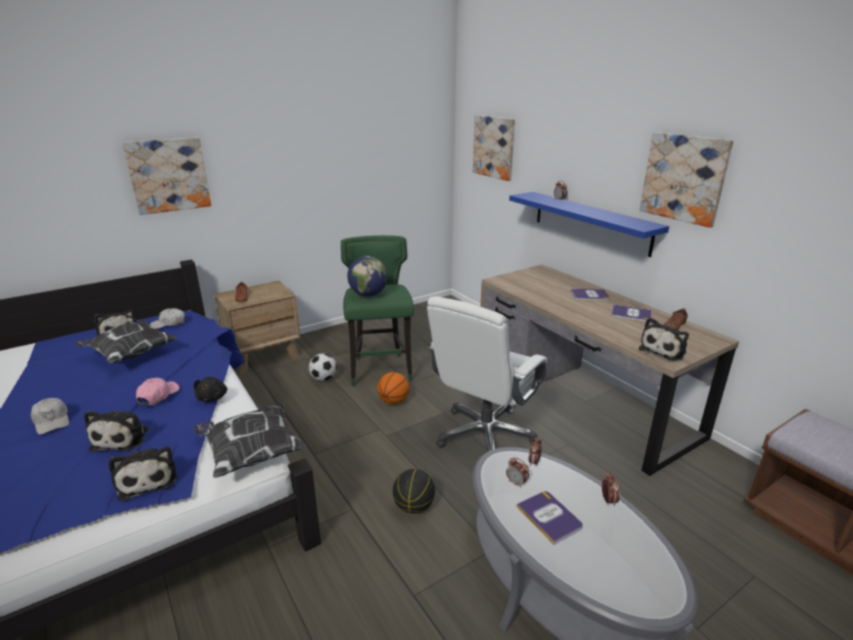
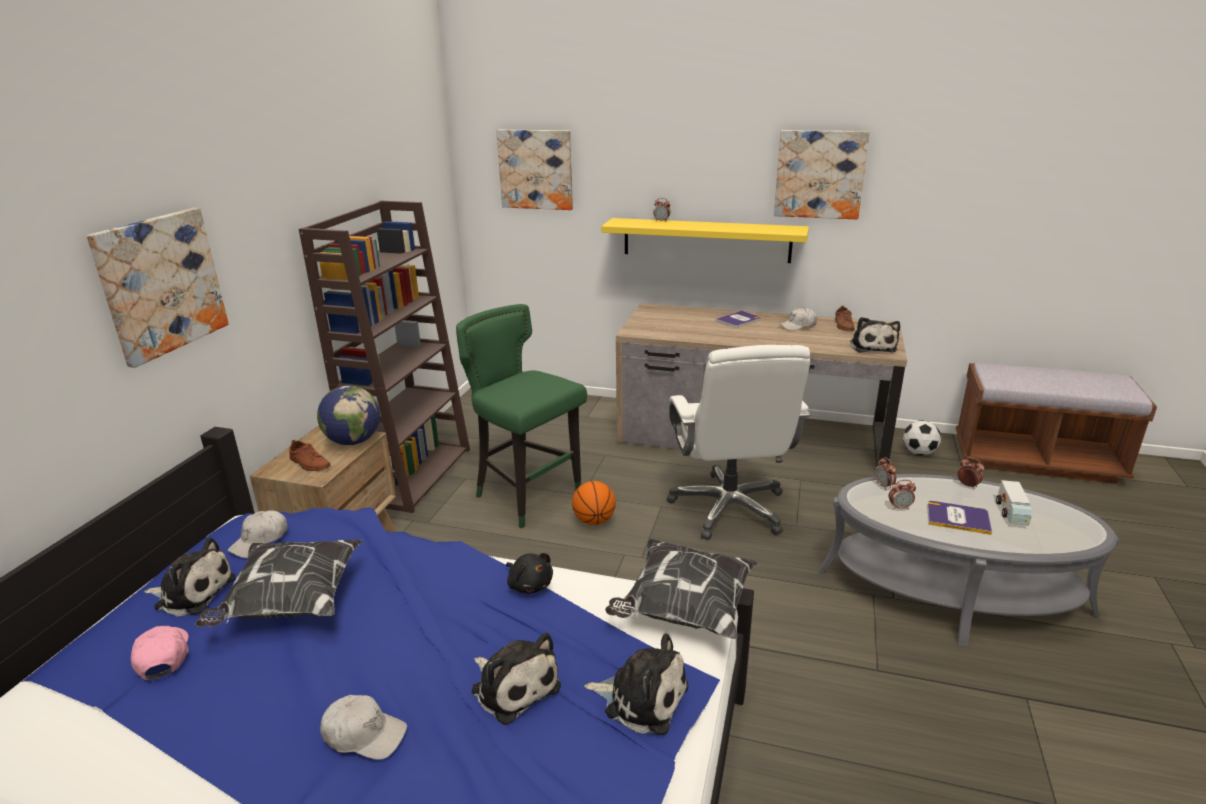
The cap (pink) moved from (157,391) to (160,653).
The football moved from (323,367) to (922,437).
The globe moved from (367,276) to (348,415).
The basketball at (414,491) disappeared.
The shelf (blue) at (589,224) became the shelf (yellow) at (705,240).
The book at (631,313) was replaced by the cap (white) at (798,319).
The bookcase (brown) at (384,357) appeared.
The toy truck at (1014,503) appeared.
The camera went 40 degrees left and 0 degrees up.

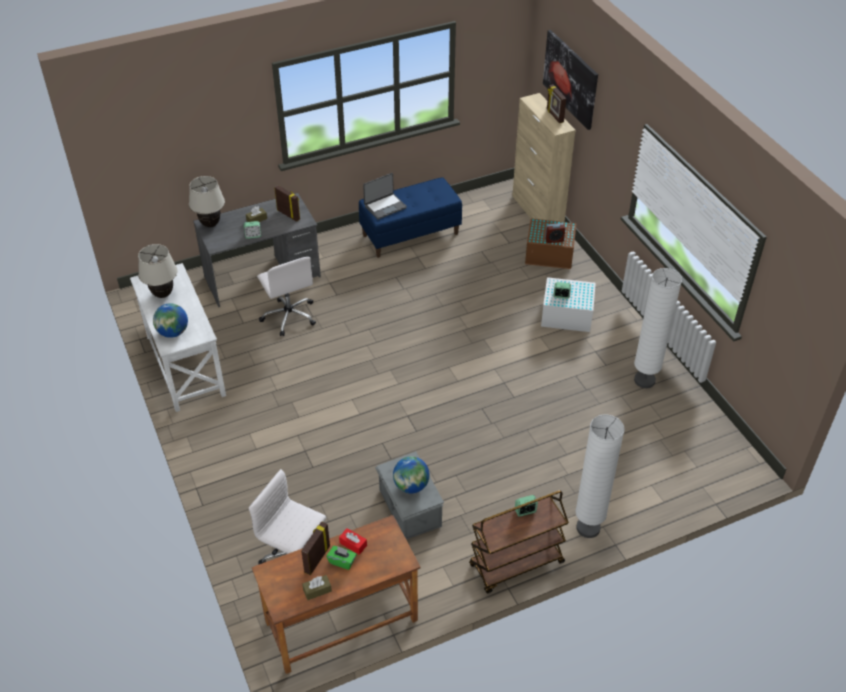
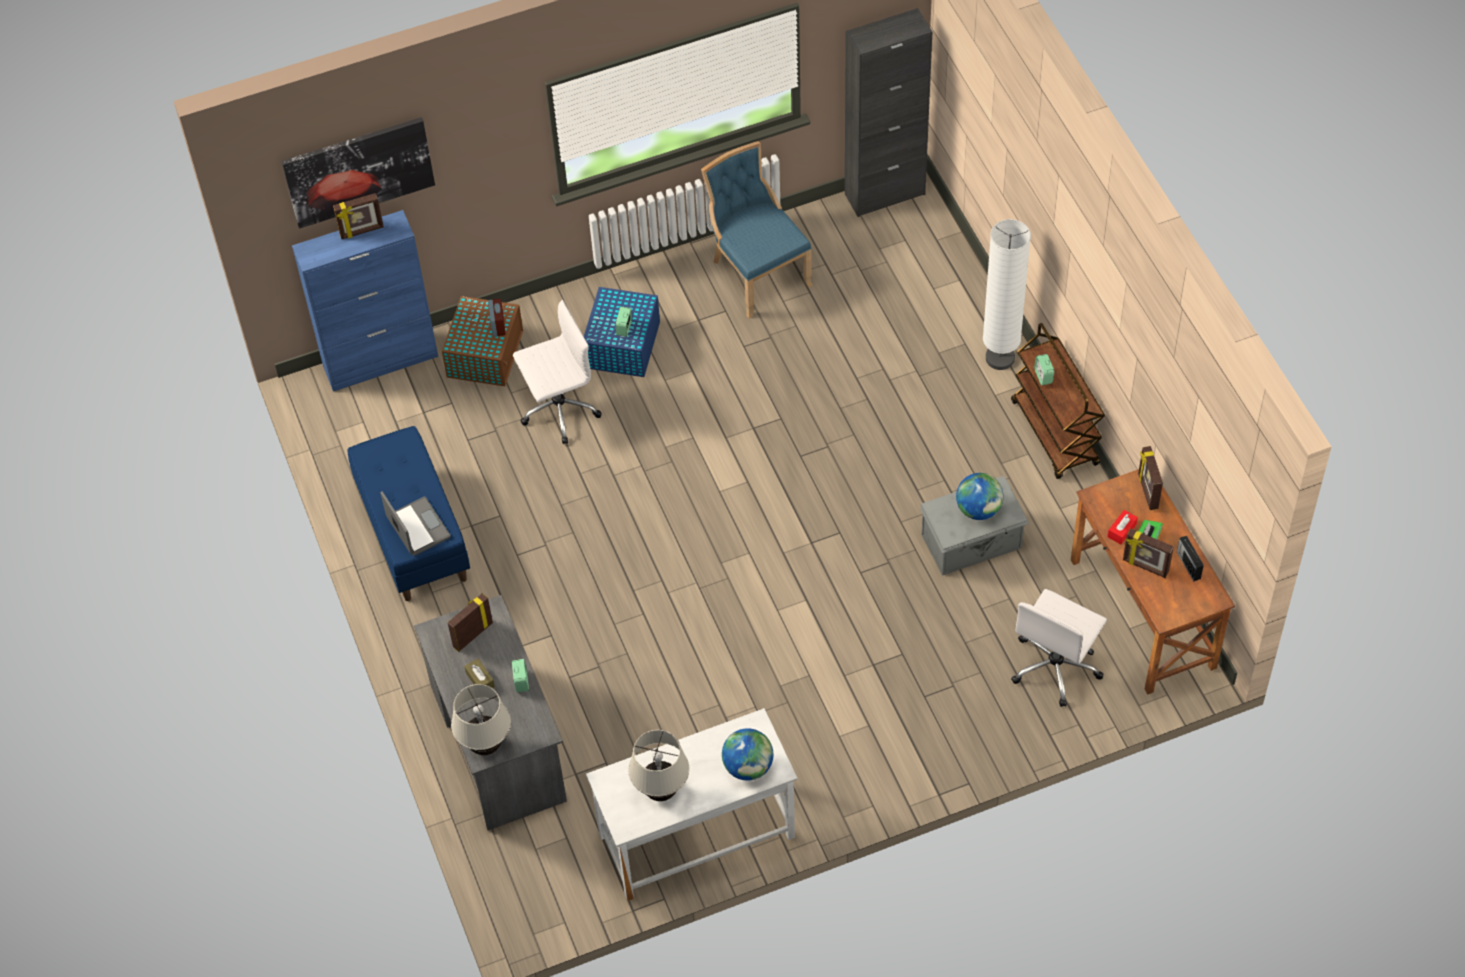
The office chair (white) moved from (286,296) to (557,372).
The tissue box (brown) at (317,587) was replaced by the radio at (1190,558).
The cabinet (beige) at (544,157) became the cabinet (blue) at (365,301).
The storage box (white) at (568,304) became the storage box (blue) at (622,332).
The floor lamp (white) at (658,328) was replaced by the chair (blue) at (757,229).
The cabinet (black) at (888,112) appeared.
The picture frame at (1150,478) appeared.
The camera went 85 degrees left and 10 degrees up.

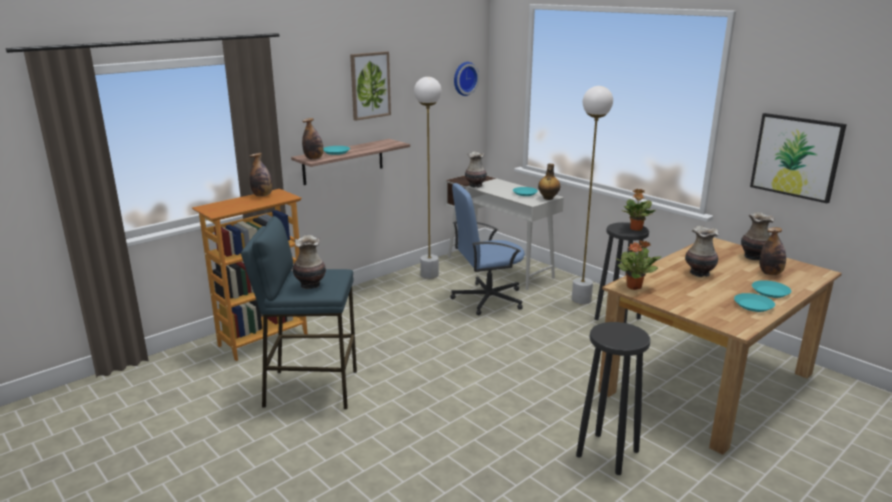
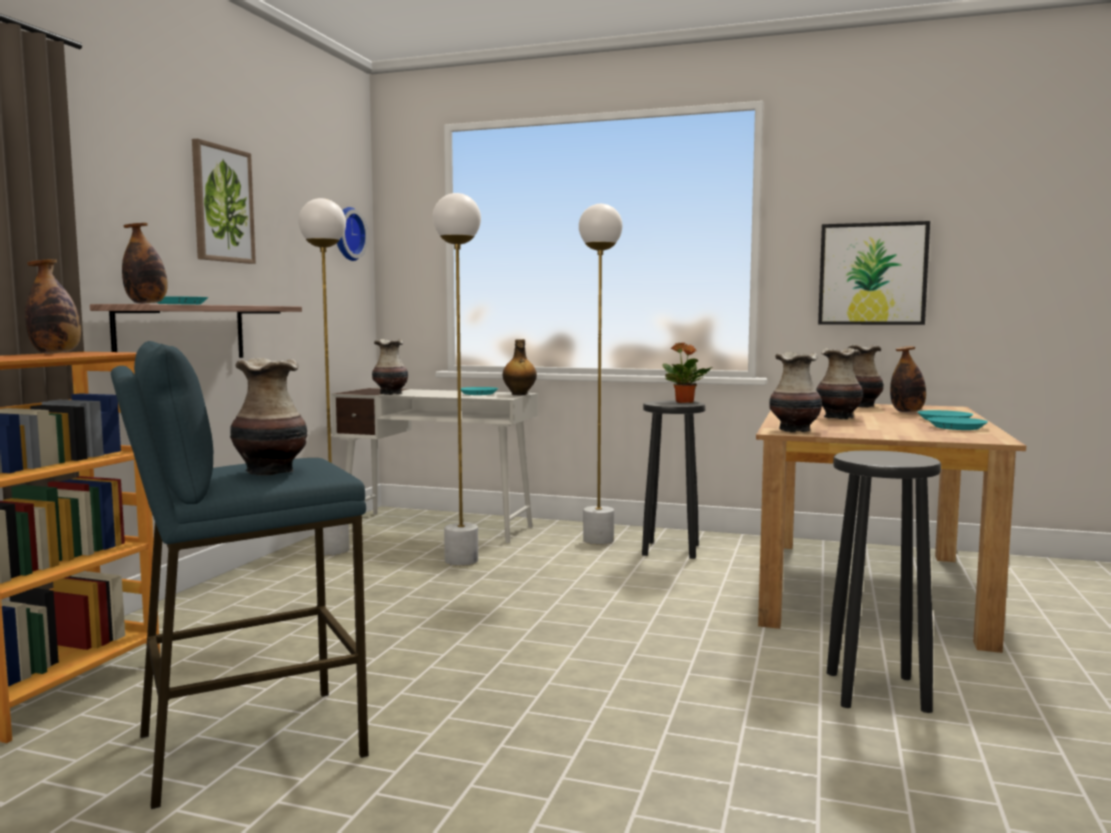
The office chair (blue) at (487,249) was replaced by the floor lamp (white) at (457,379).
The potted plant at (638,265) was replaced by the vase at (795,392).
The camera went 30 degrees left and 15 degrees down.

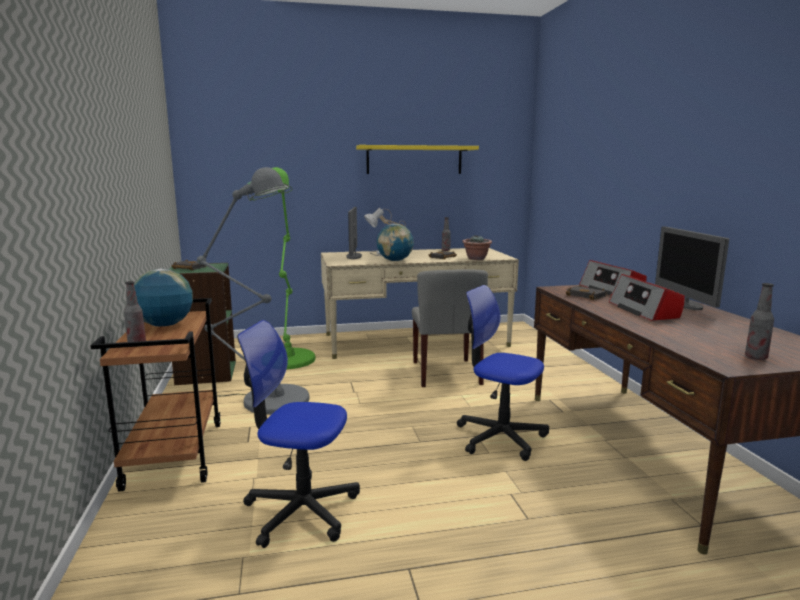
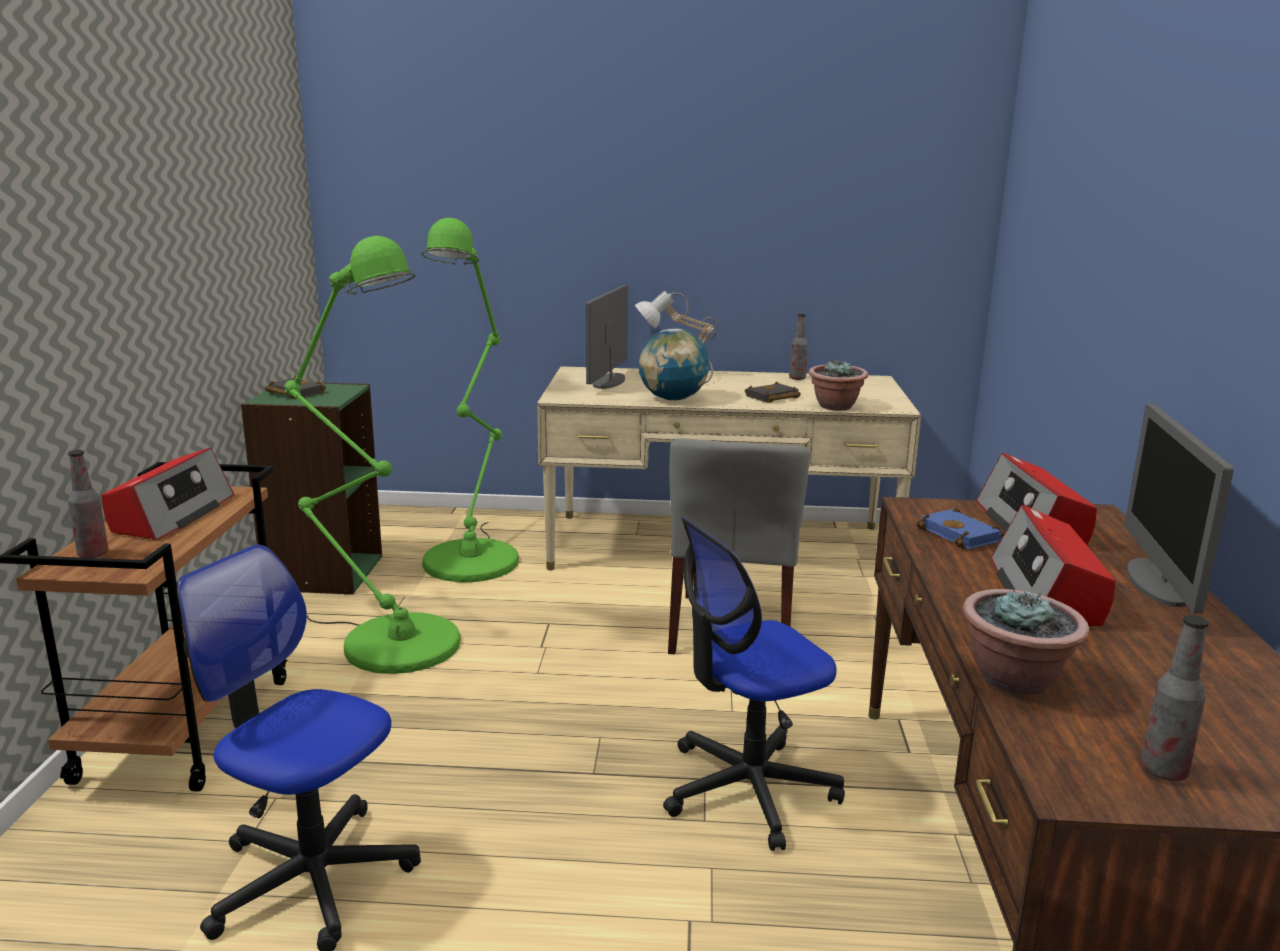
The globe at (163,297) was replaced by the radio at (167,494).
The floor lamp (grey) at (253,291) became the floor lamp (green) at (372,455).
The shelf (yellow) at (417,159) disappeared.
The office chair at (503,373) turned 75 degrees counterclockwise.
The book (black) at (586,292) became the book (blue) at (960,528).
The potted plant at (1025,642) appeared.
The camera went 15 degrees right and 5 degrees up.

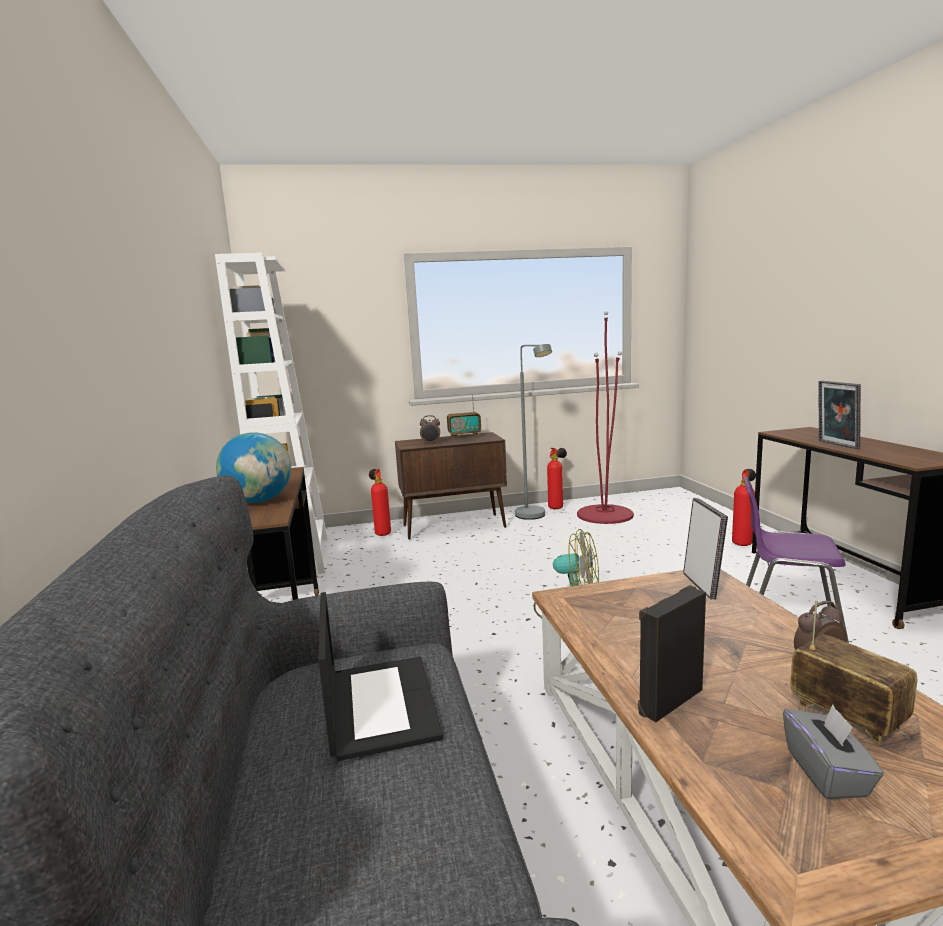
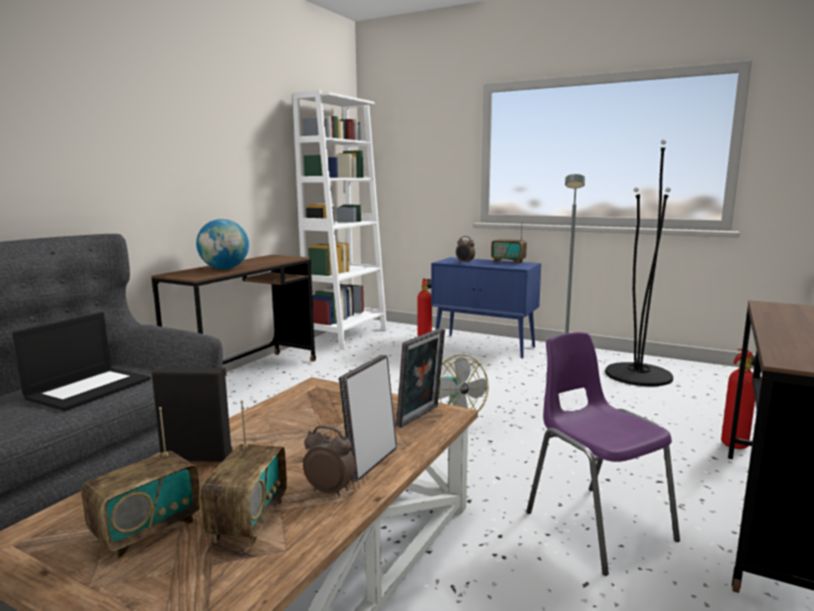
The cabinet (brown) at (451,486) became the cabinet (blue) at (486,308).
The fire extinguisher at (557,478) disappeared.
The floor lamp (red) at (605,417) became the floor lamp (black) at (639,263).
The tissue box (grey) at (833,751) was replaced by the radio at (140,483).
The picture frame moved from (839,415) to (368,418).
The camera went 40 degrees right and 0 degrees up.

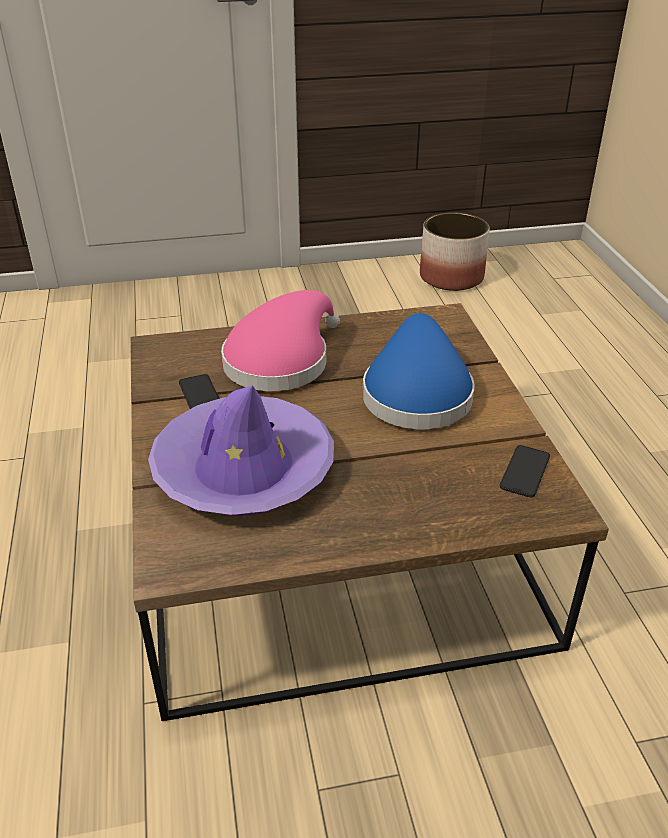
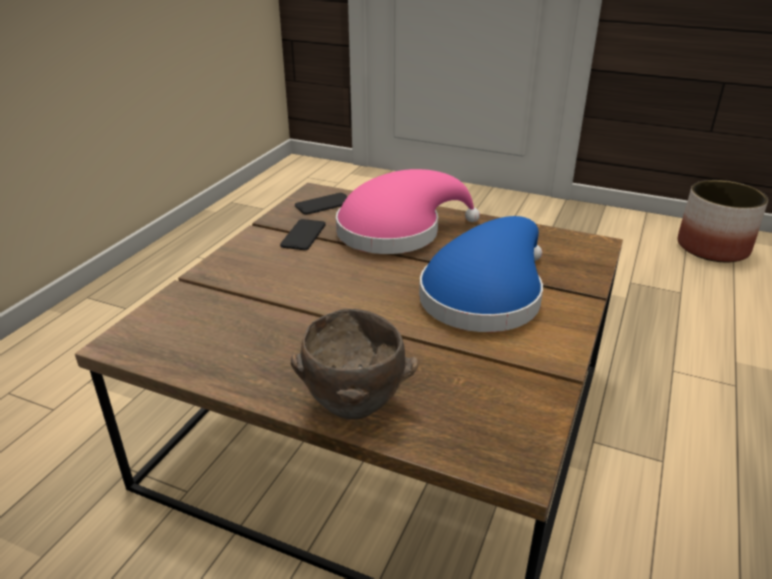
The hat (purple) at (241,450) disappeared.
The phone moved from (525,471) to (321,204).
The bowl (brown) at (354,364) appeared.
The camera went 35 degrees right and 5 degrees down.

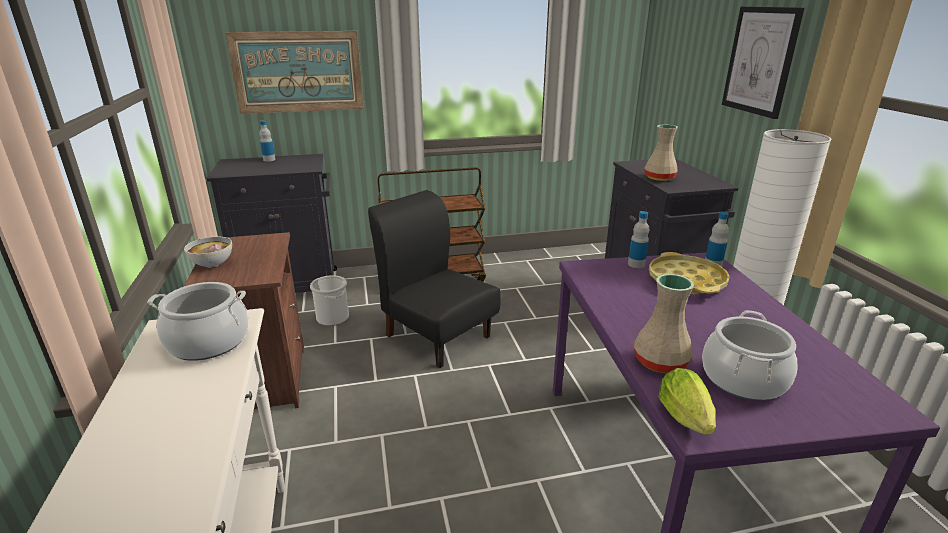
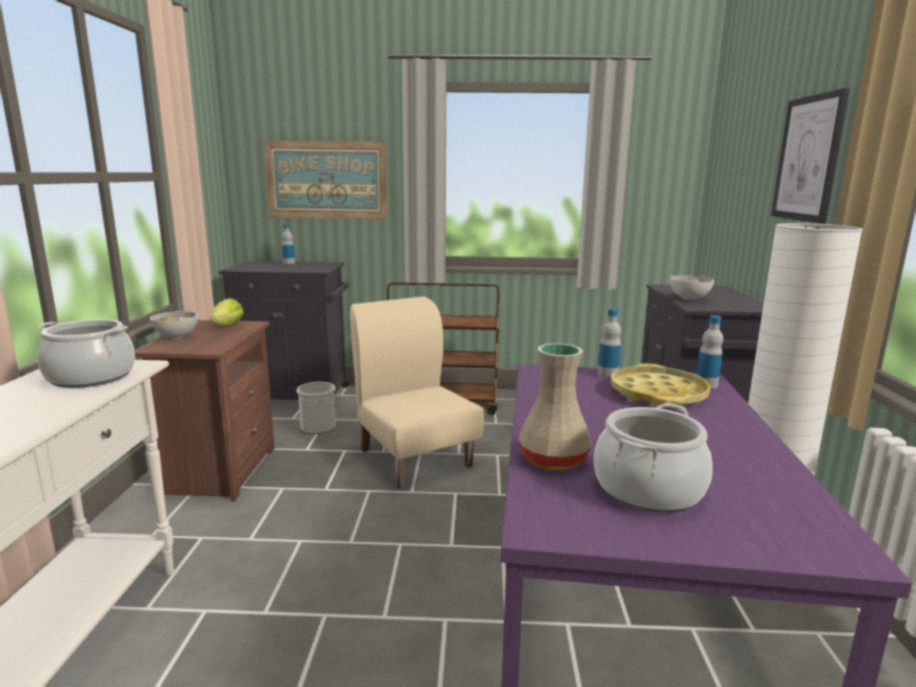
The chair (black) at (434,279) became the chair (beige) at (417,392).
The vase (beige) at (661,153) was replaced by the bowl at (692,288).
The lettuce moved from (687,401) to (227,312).
The camera went 15 degrees right and 10 degrees down.

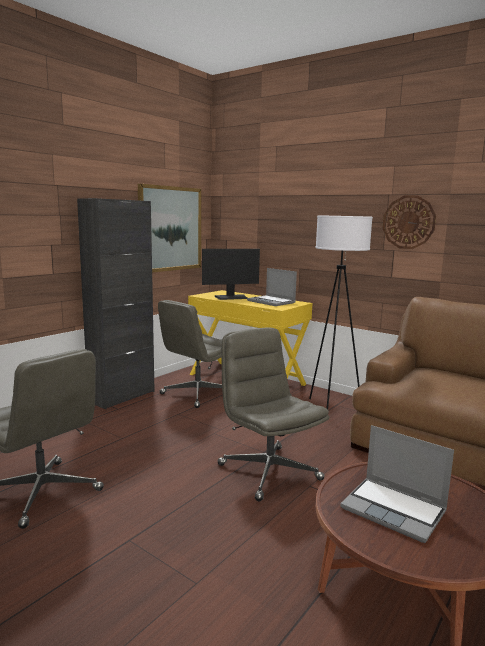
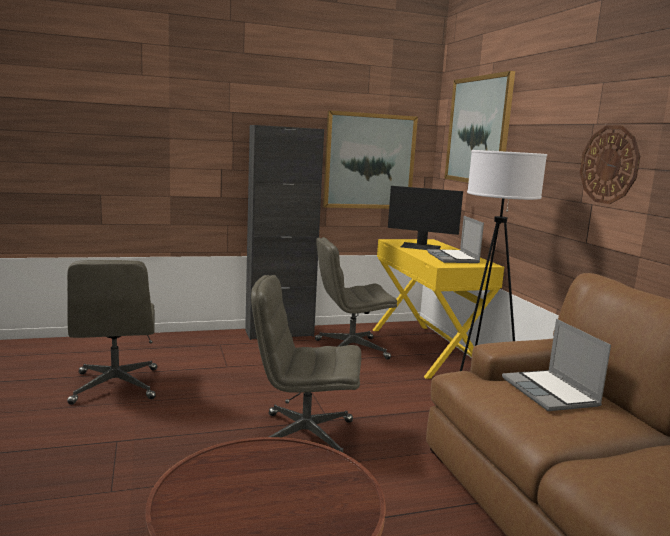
The office chair (grey) at (273,414) turned 90 degrees counterclockwise.
The laptop moved from (397,484) to (556,365).
The picture at (479,127) appeared.
The camera went 35 degrees right and 0 degrees up.

